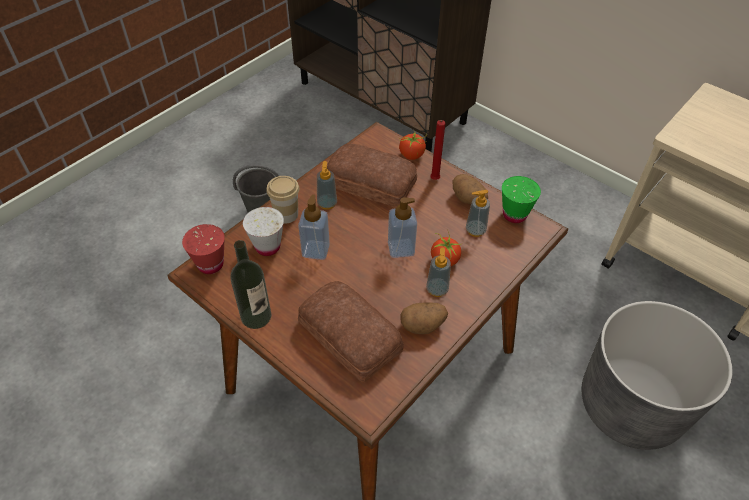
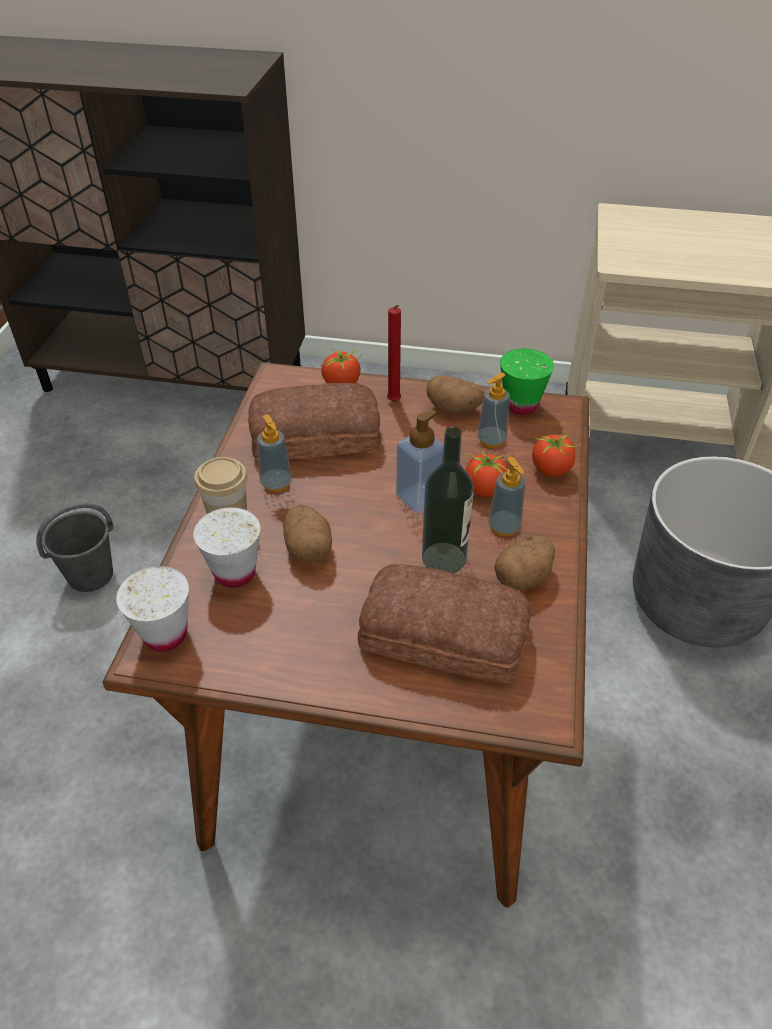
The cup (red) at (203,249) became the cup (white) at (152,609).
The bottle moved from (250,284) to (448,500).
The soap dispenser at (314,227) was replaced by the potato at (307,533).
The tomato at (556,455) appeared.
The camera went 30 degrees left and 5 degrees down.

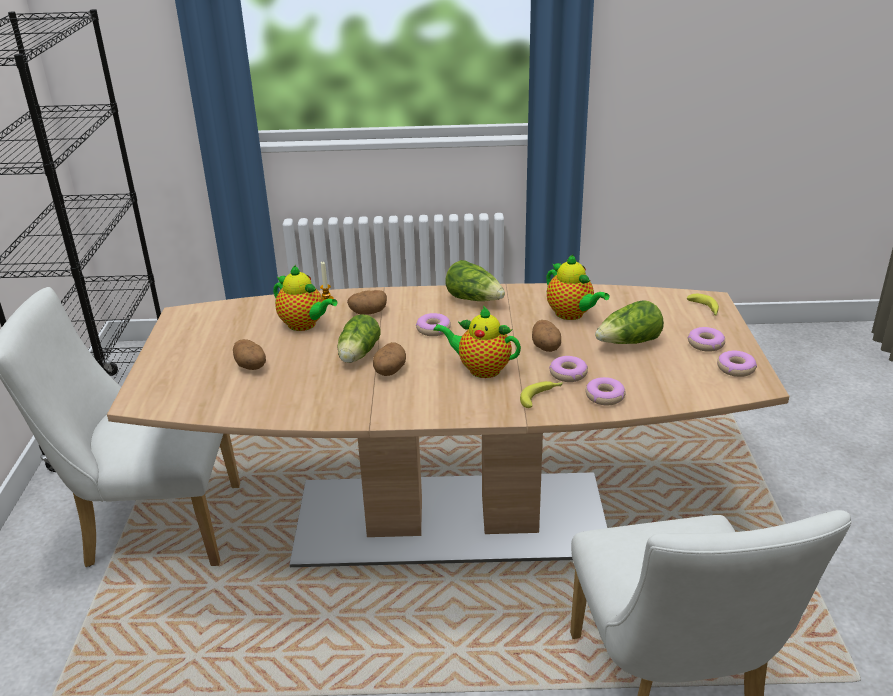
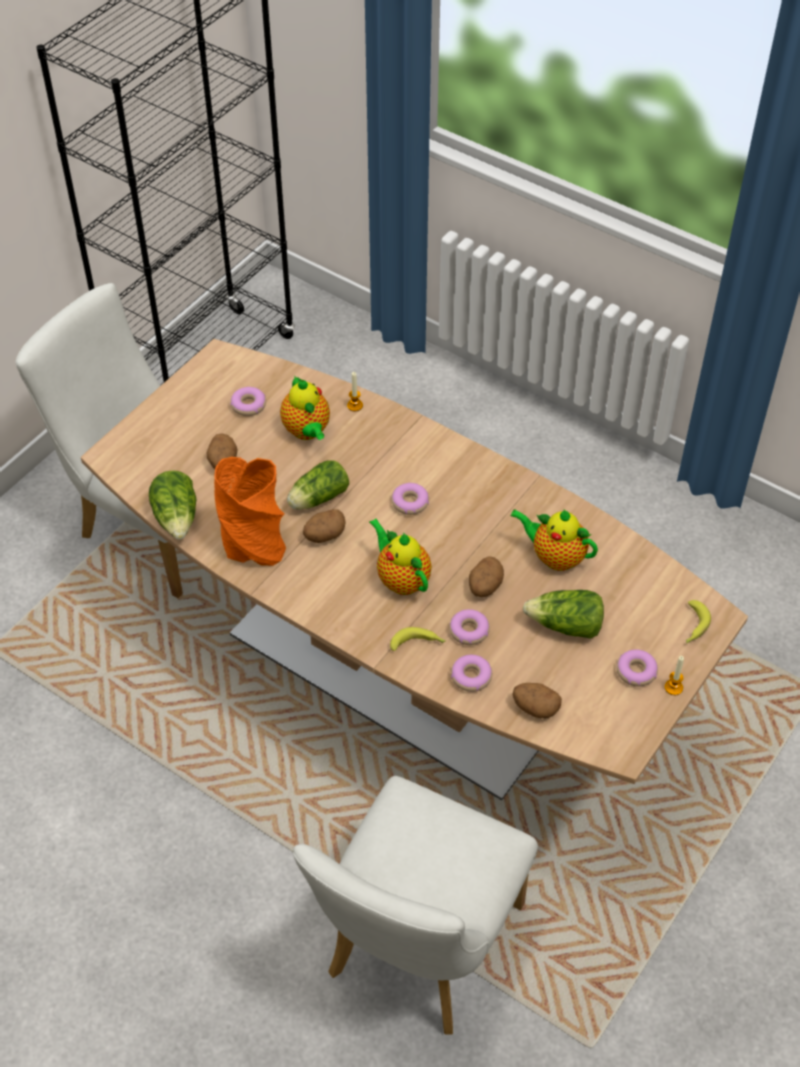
The potato moved from (367,302) to (537,700).
The lettuce moved from (475,280) to (172,505).
The teapot at (578,287) turned 120 degrees clockwise.
The donut moved from (737,364) to (248,401).
The vase (orange) at (250,511) appeared.
The candle at (674,675) appeared.
The camera went 35 degrees right and 20 degrees up.

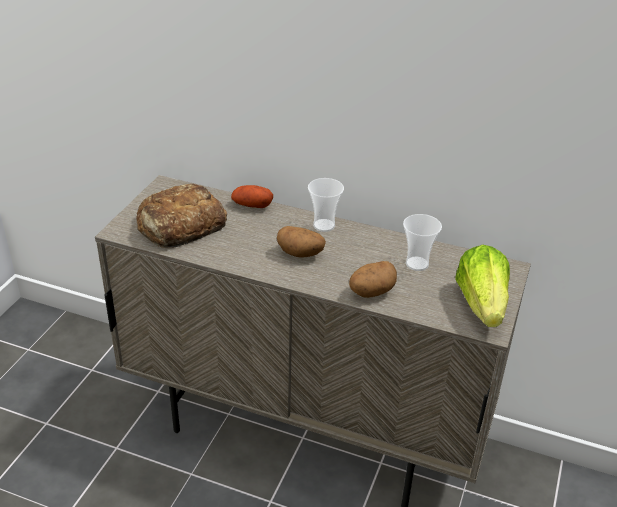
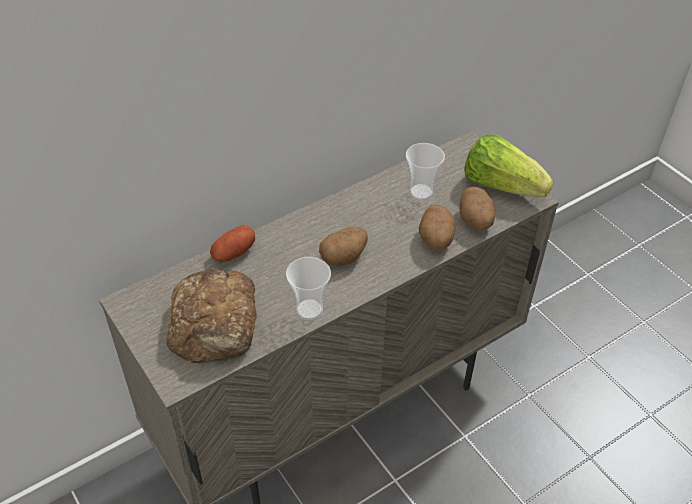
The cup moved from (326,205) to (308,288).
The potato at (477,208) appeared.
The camera went 55 degrees left and 10 degrees up.

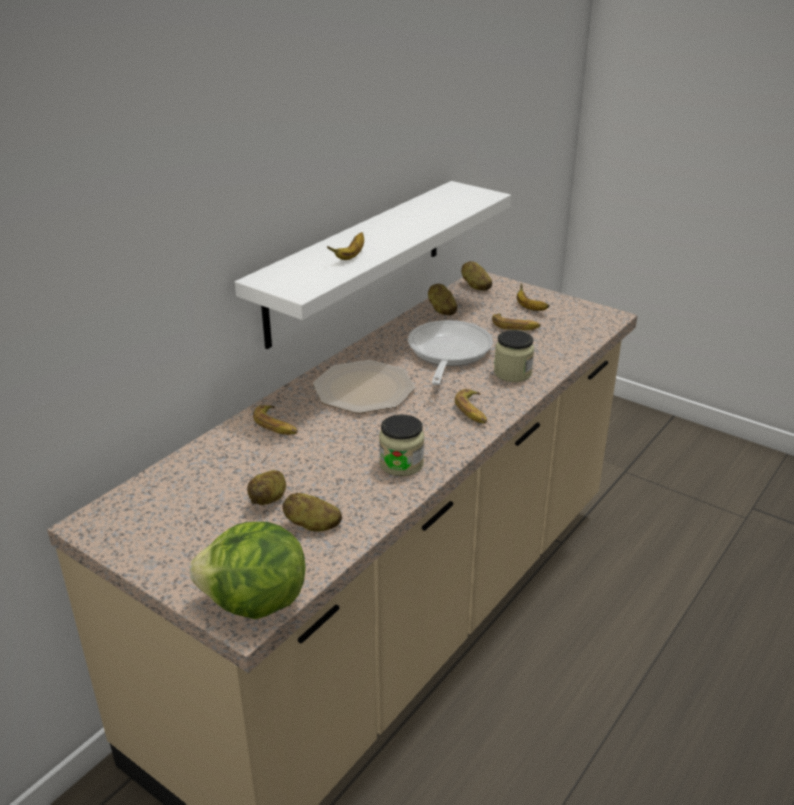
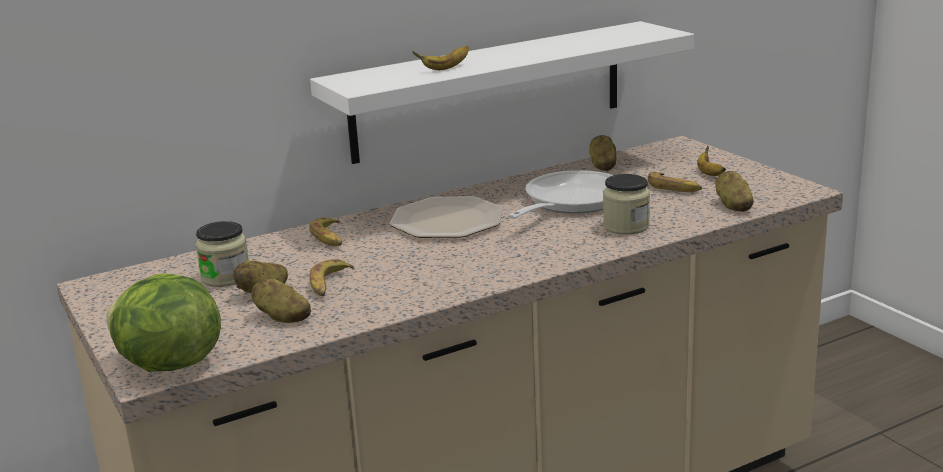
The jar moved from (401,445) to (222,254).
The banana moved from (471,406) to (331,277).
The potato moved from (476,275) to (734,191).
The camera went 25 degrees right and 10 degrees down.

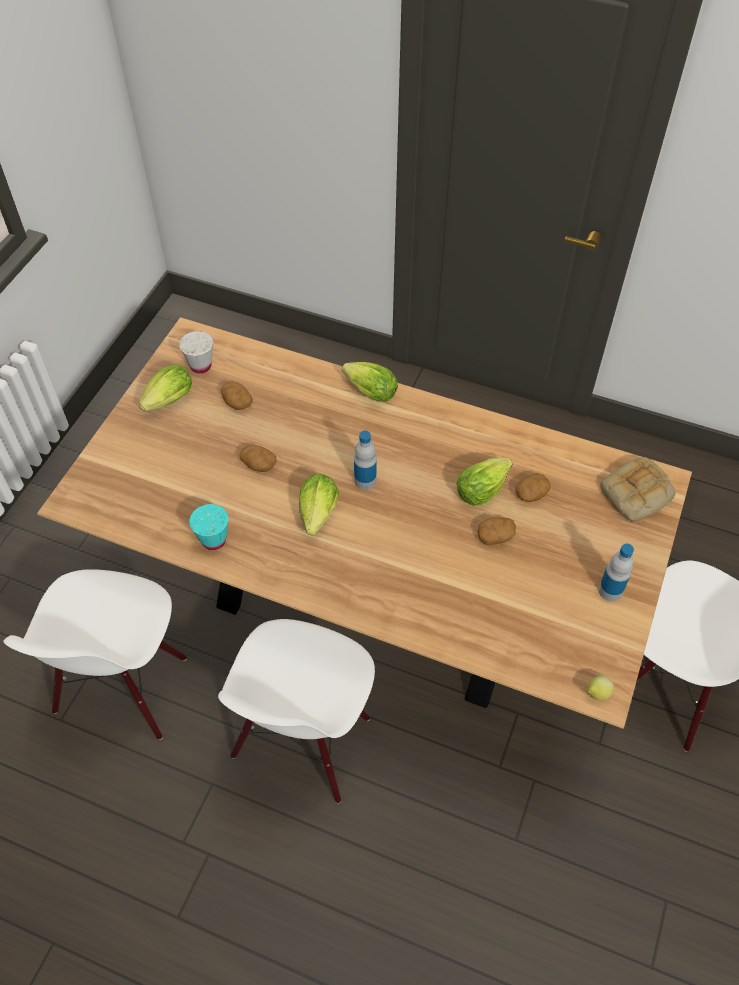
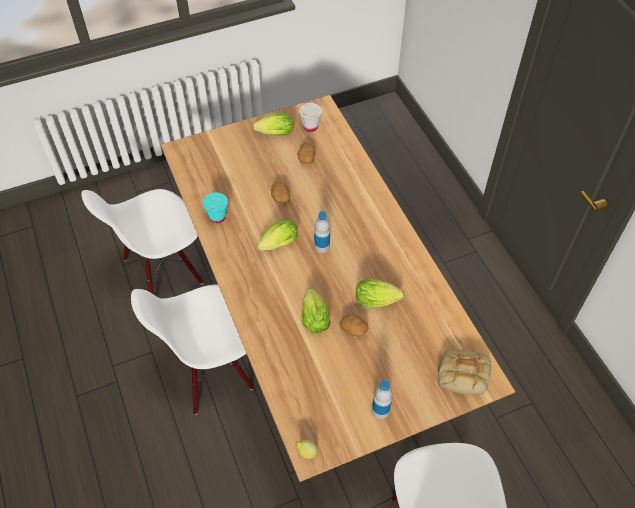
The lettuce moved from (370,382) to (316,311).
The potato at (533,487) disappeared.
The camera went 45 degrees right and 0 degrees up.

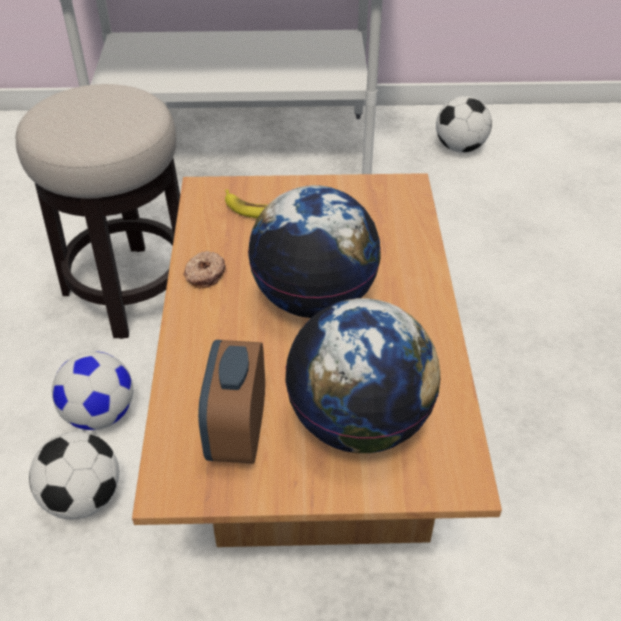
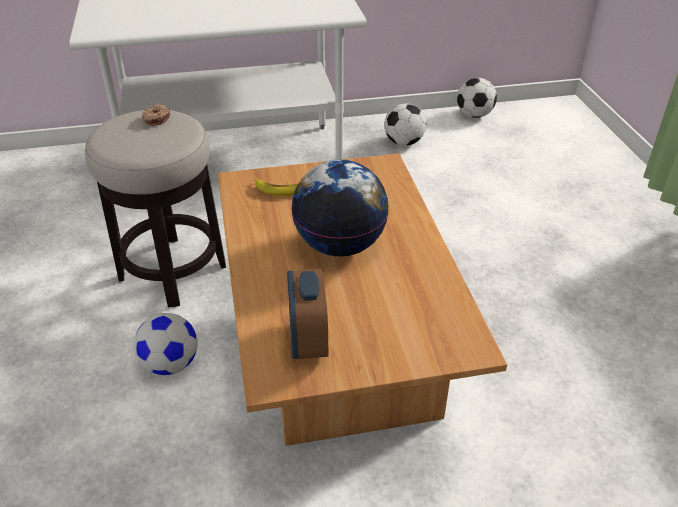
The football moved from (74,475) to (477,98).
The donut moved from (205,269) to (156,115).
The globe at (363,375) disappeared.
The camera went 10 degrees left and 5 degrees down.

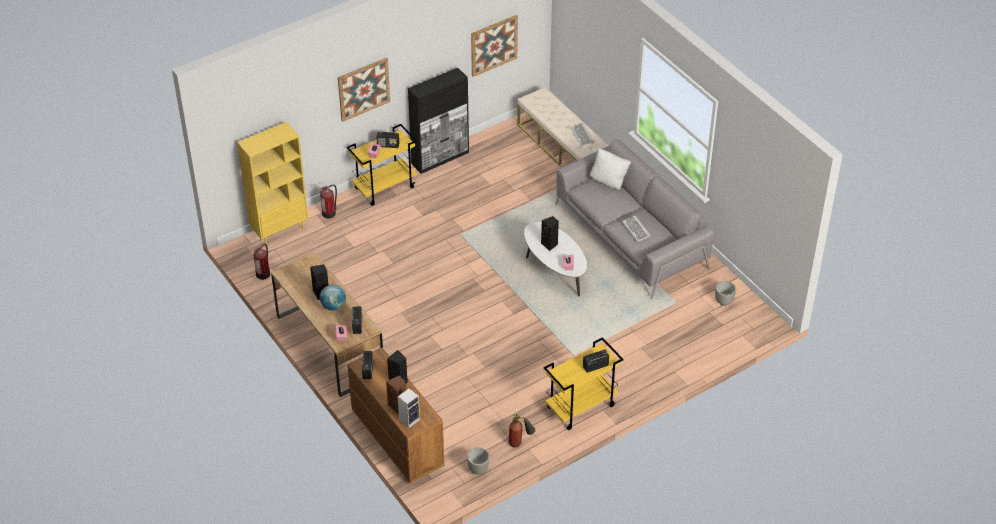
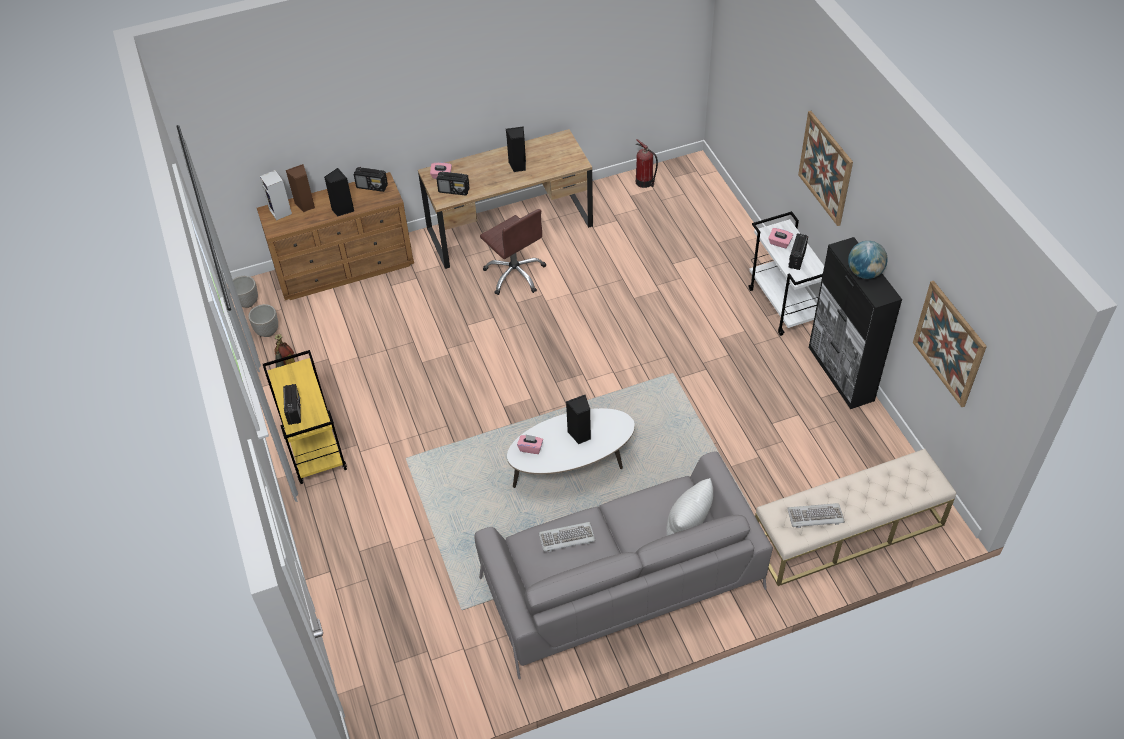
The bookcase (yellow) at (272,184) disappeared.
The fire extinguisher at (328,201) disappeared.
The globe moved from (333,297) to (868,260).
The cart (yellow) at (381,165) became the cart (white) at (786,273).
The planter moved from (725,293) to (243,292).
The office chair (brown) at (513,252) appeared.
The camera went 105 degrees right and 5 degrees up.

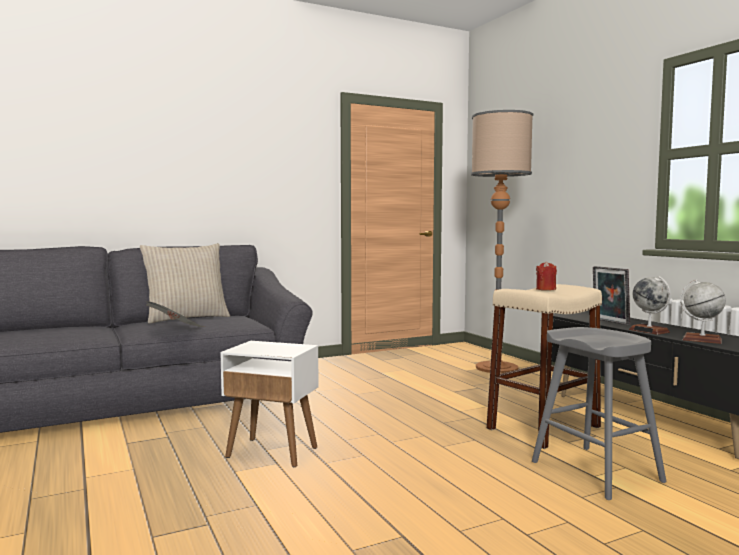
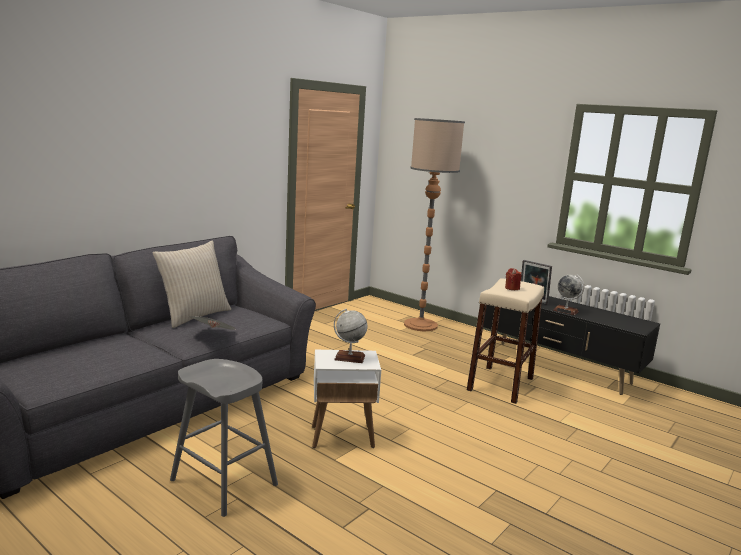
The stool (grey) moved from (599,413) to (224,438).
The globe moved from (703,312) to (350,336).
The camera went 25 degrees left and 10 degrees up.

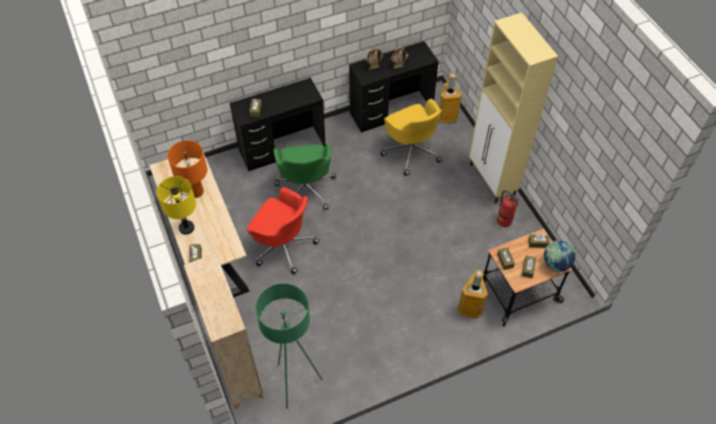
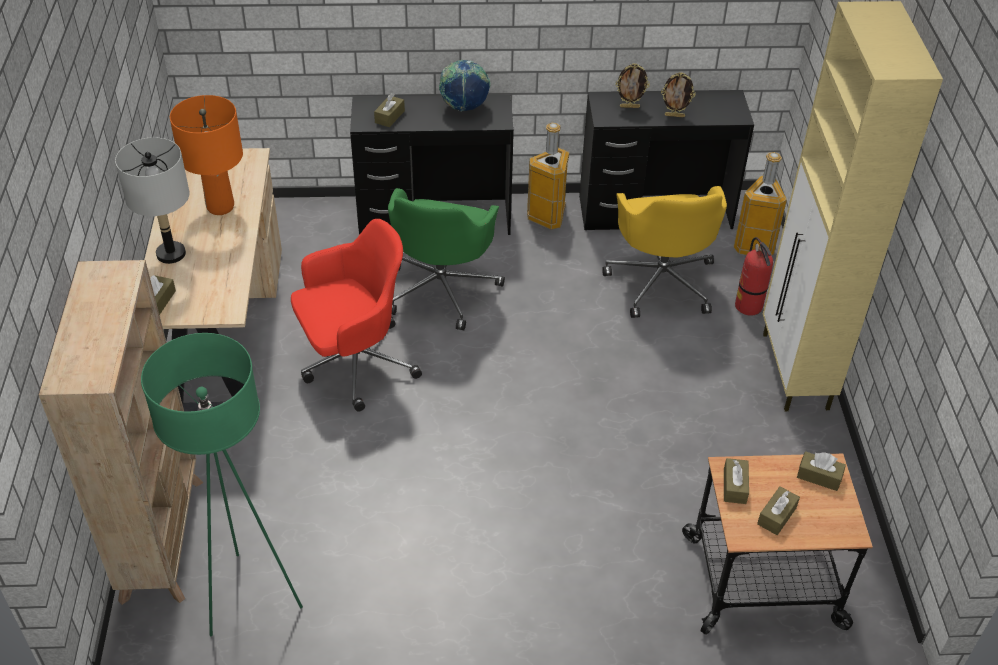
The table lamp (yellow) at (176,205) became the table lamp (grey) at (152,200).
The office chair (red) at (283,231) turned 75 degrees counterclockwise.
The trash can moved from (472,294) to (548,176).
The fire extinguisher moved from (508,208) to (754,276).
The globe moved from (560,256) to (465,85).
The camera went 20 degrees right and 10 degrees down.

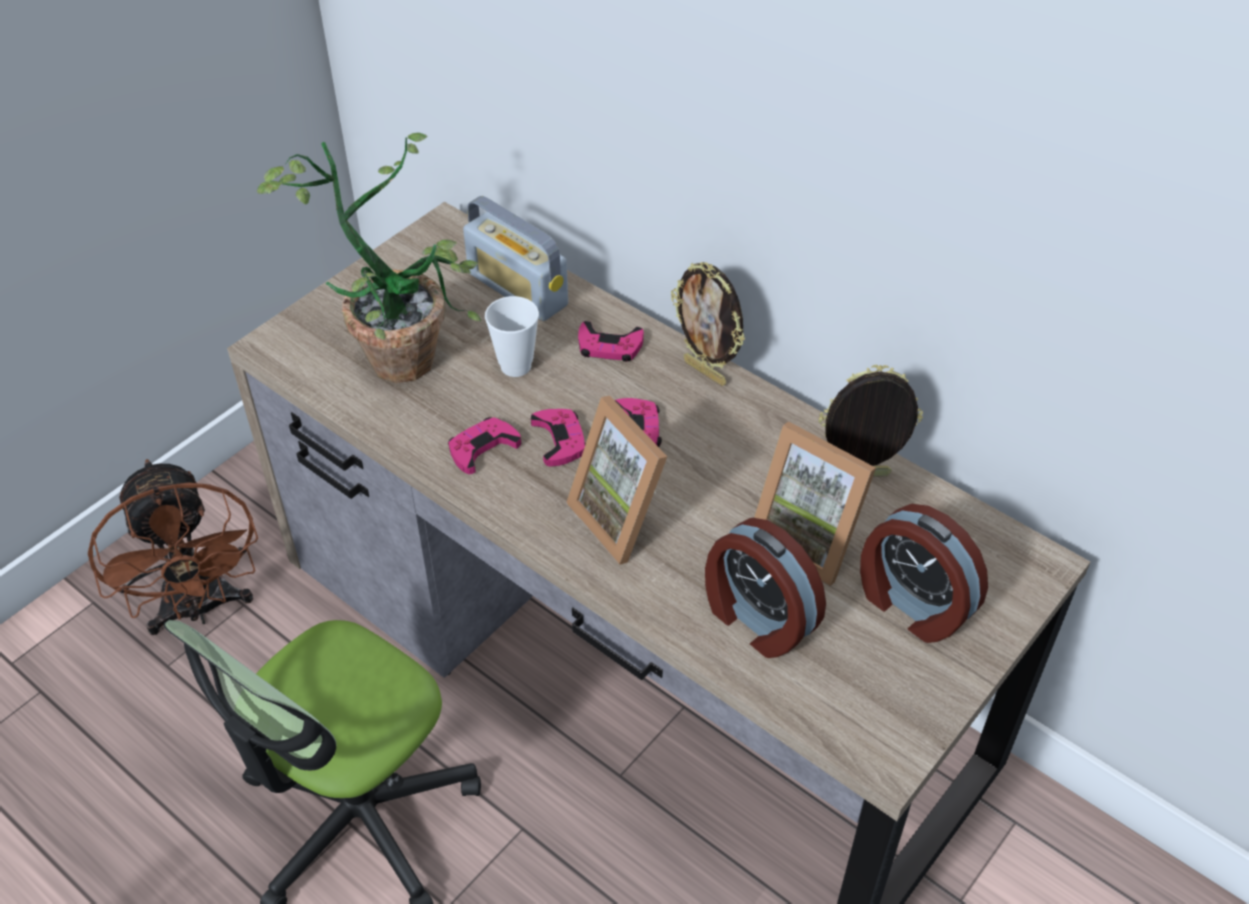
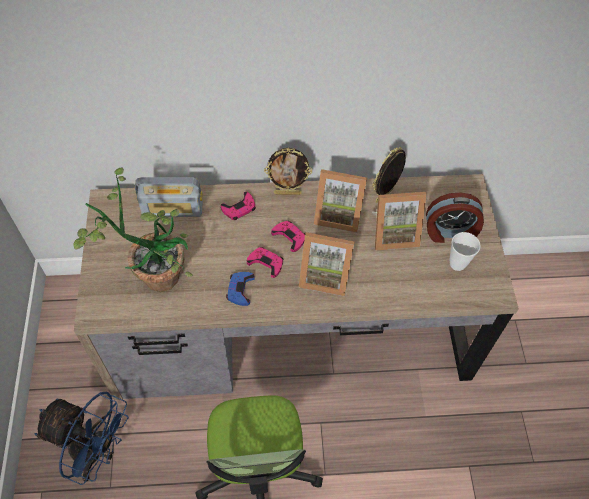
The fan (brown) at (173,547) became the fan (blue) at (81,438).
The game controller (pink) at (484,445) became the game controller (blue) at (240,289).
The cup moved from (512,336) to (465,251).
The alarm clock at (765,588) disappeared.
The picture frame at (340,201) appeared.
The camera went 45 degrees left and 10 degrees up.

